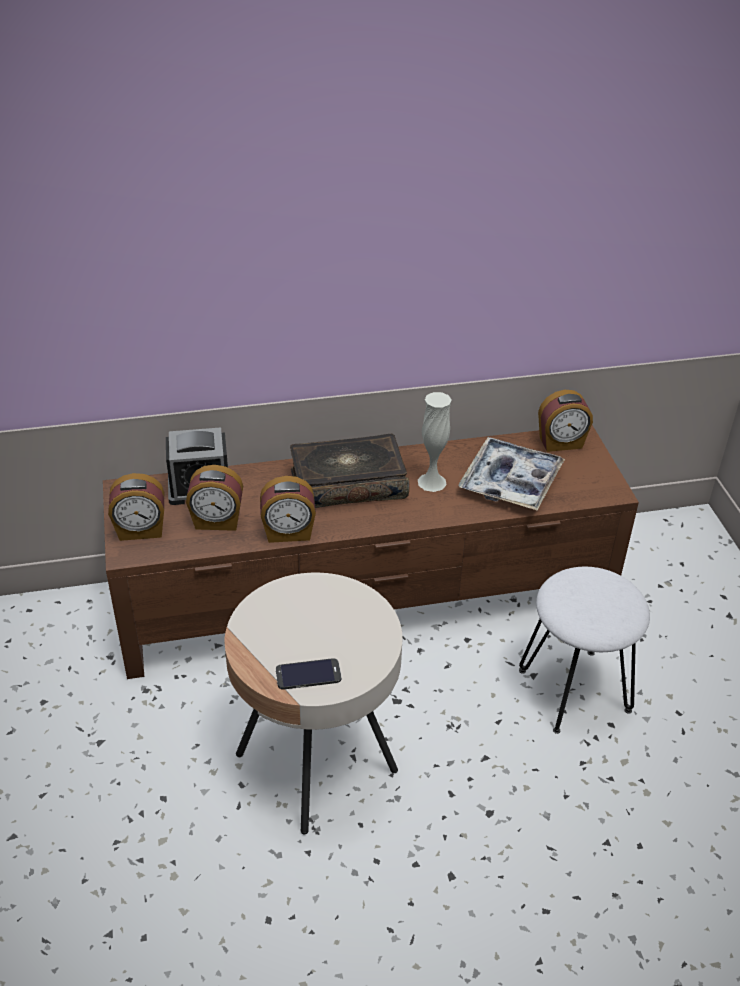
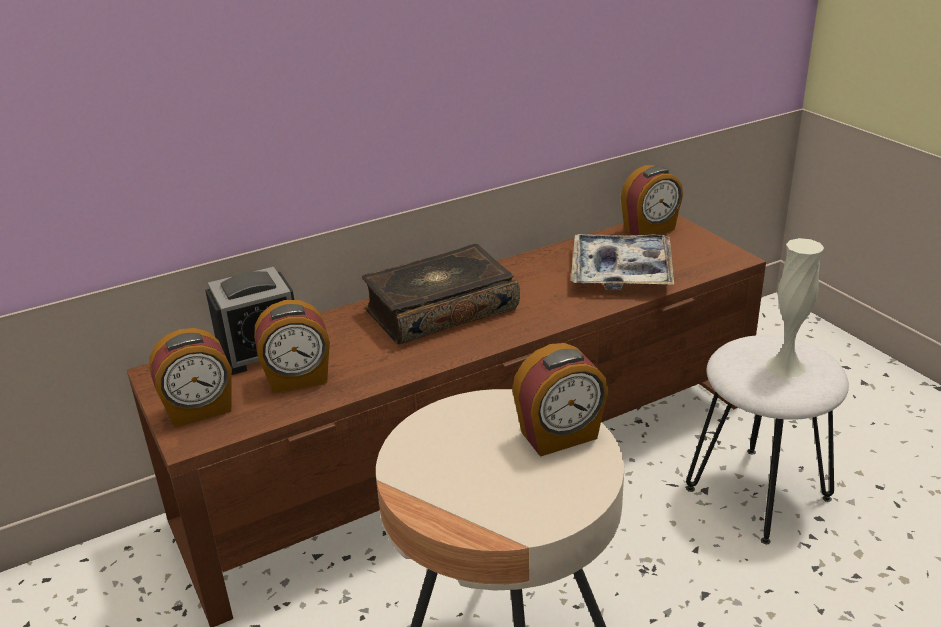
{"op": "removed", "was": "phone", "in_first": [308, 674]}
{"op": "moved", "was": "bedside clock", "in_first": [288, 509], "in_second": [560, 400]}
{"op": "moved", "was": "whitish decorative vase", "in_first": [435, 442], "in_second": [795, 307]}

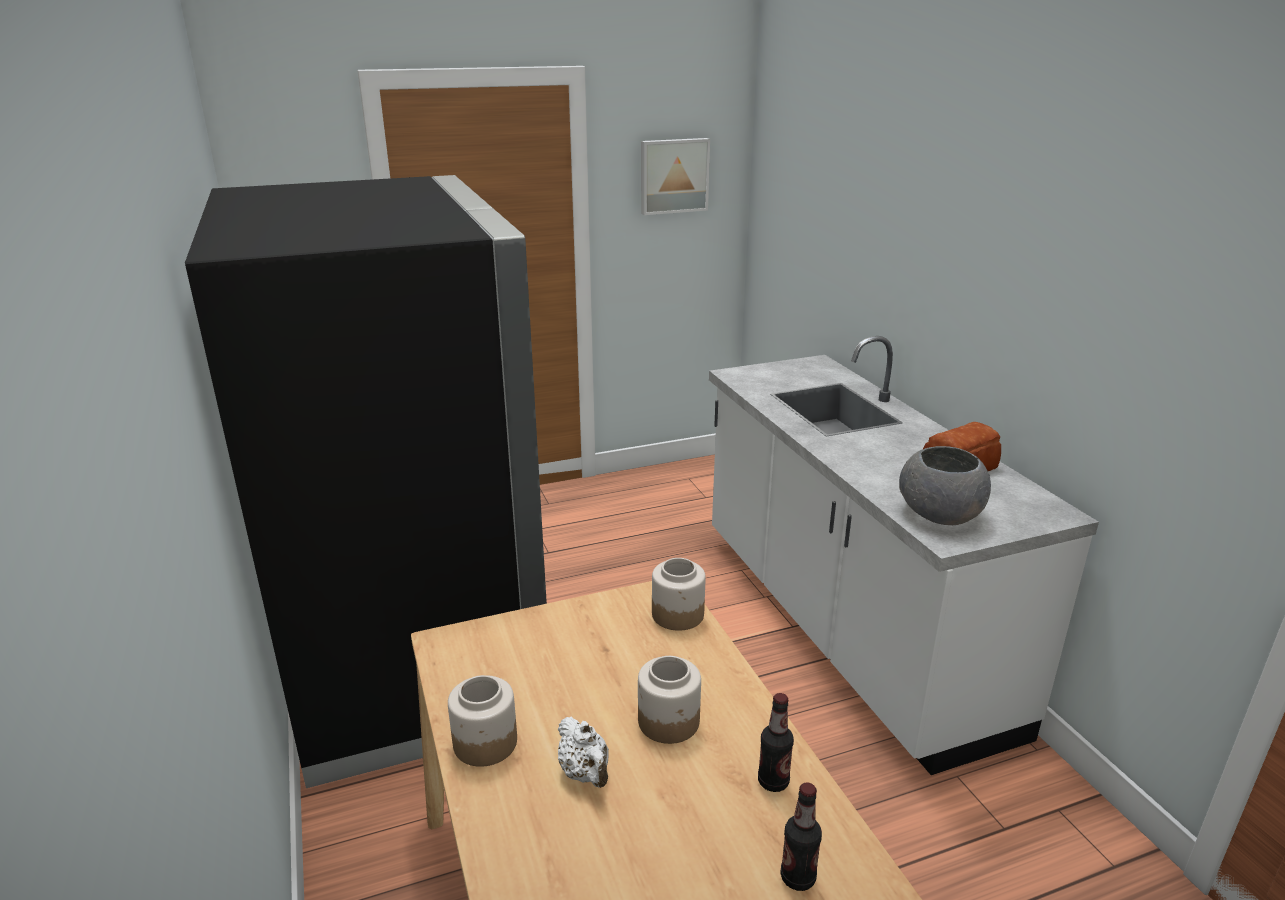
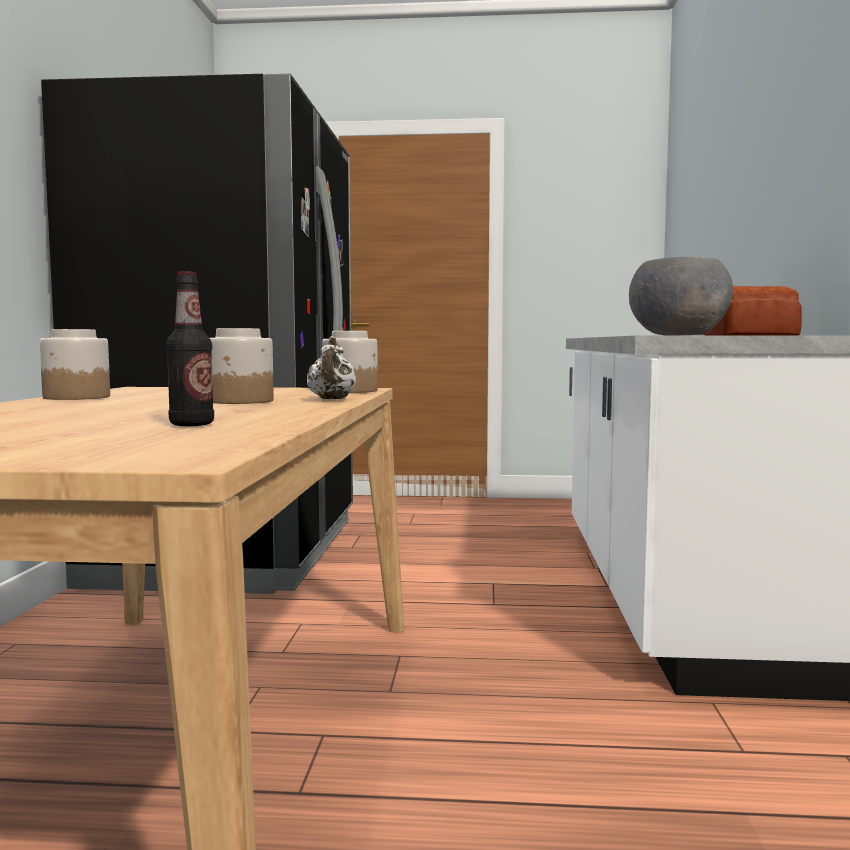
{"op": "removed", "was": "wall art", "in_first": [675, 176]}
{"op": "removed", "was": "bottle", "in_first": [776, 742]}
{"op": "moved", "was": "whitish tea pot", "in_first": [583, 752], "in_second": [331, 367]}

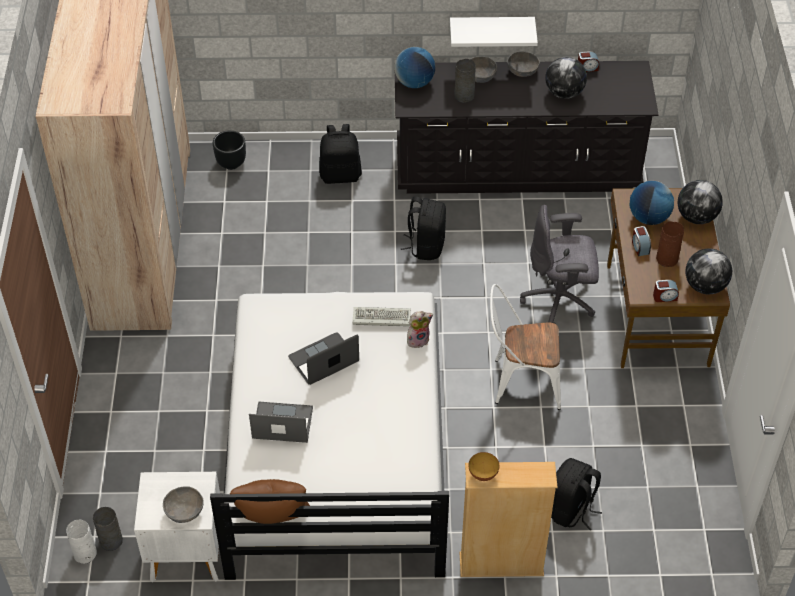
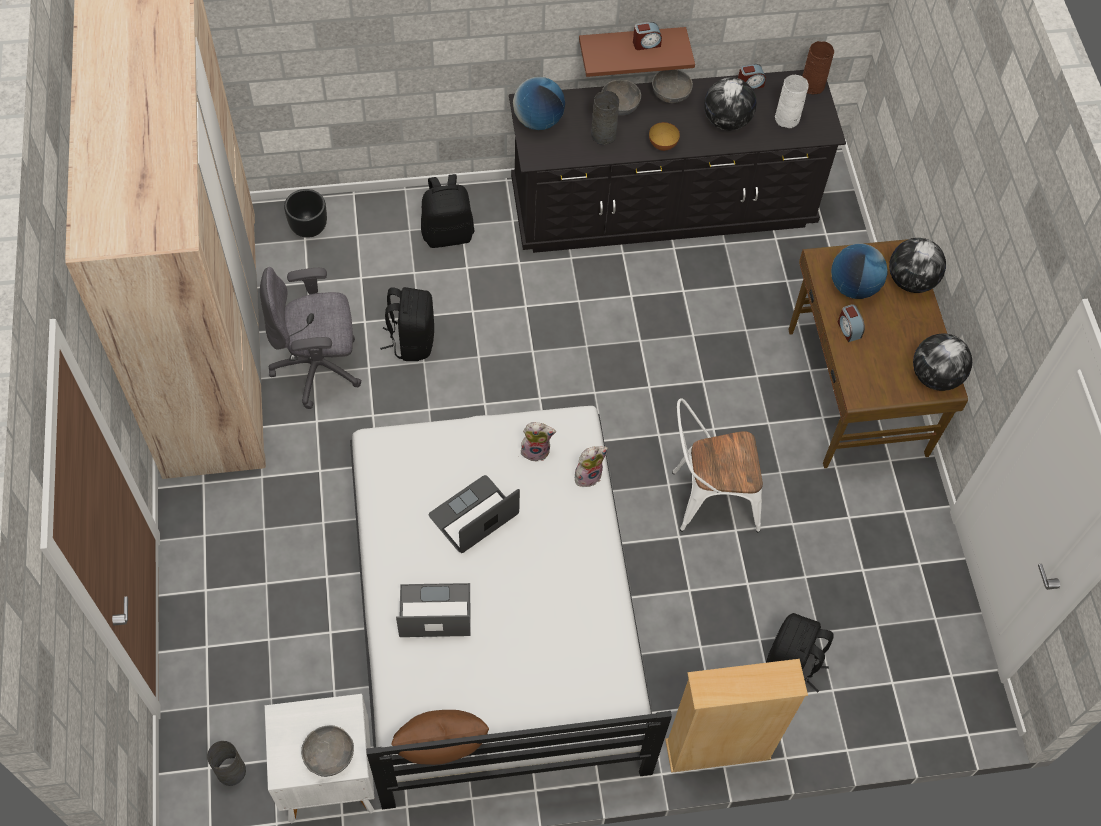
{"op": "moved", "was": "whitish decorative vase", "in_first": [81, 541], "in_second": [792, 101]}
{"op": "moved", "was": "blackish rucksack", "in_first": [423, 228], "in_second": [407, 324]}
{"op": "moved", "was": "deep dish", "in_first": [483, 466], "in_second": [664, 136]}
{"op": "moved", "was": "grey office chair", "in_first": [559, 265], "in_second": [311, 338]}
{"op": "moved", "was": "bedside clock", "in_first": [666, 291], "in_second": [647, 36]}
{"op": "moved", "was": "brownish decorative vase", "in_first": [670, 244], "in_second": [818, 68]}
{"op": "replaced", "was": "PC keyboard", "now": "cuddly toy", "in_first": [381, 317], "in_second": [538, 442]}
{"op": "recoloured", "was": "whitish shelf", "now": "brownish shelf", "in_first": [494, 32], "in_second": [637, 52]}

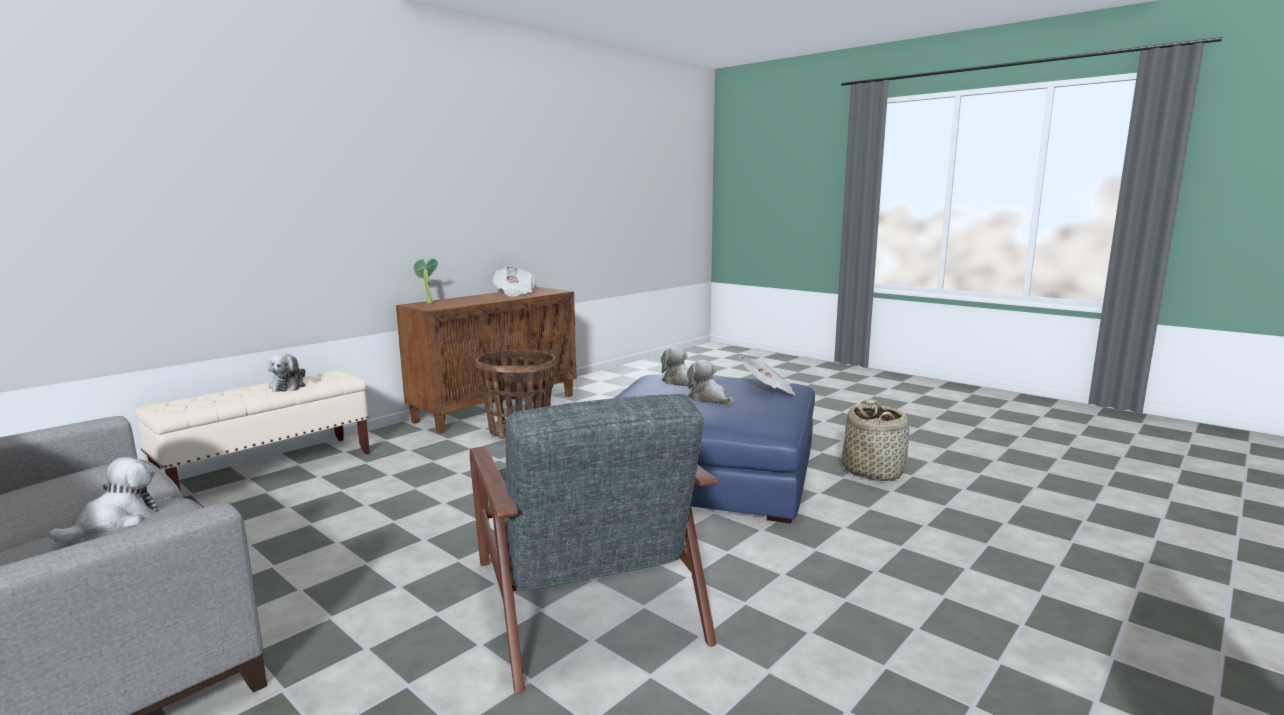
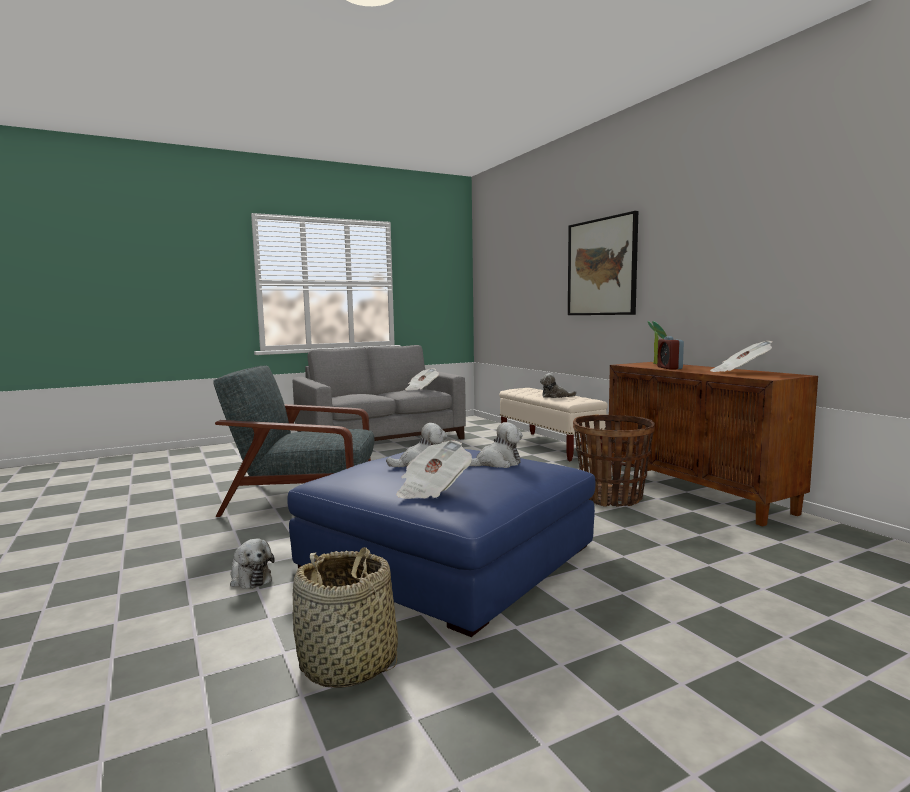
{"op": "added", "now": "newspaper", "in_second": [422, 379]}
{"op": "added", "now": "wall art", "in_second": [603, 263]}
{"op": "added", "now": "bedside clock", "in_second": [670, 353]}
{"op": "moved", "was": "cuddly toy", "in_first": [103, 500], "in_second": [252, 564]}

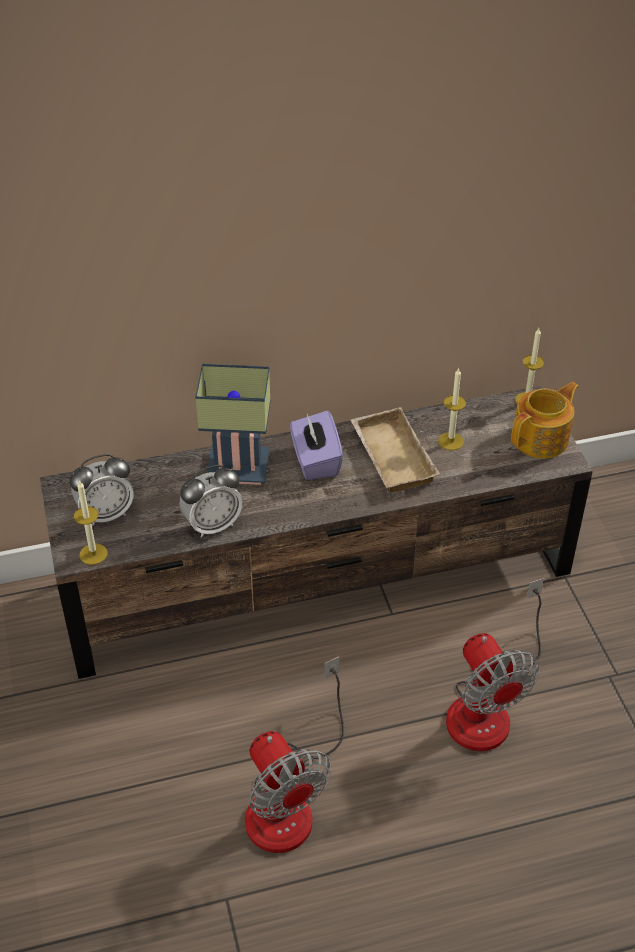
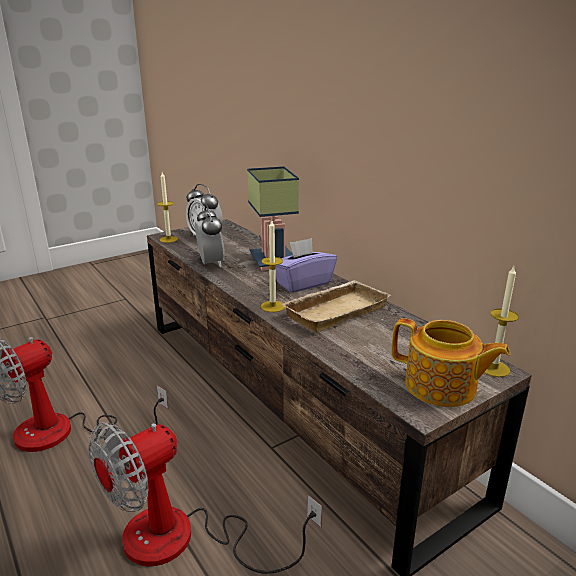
{"op": "moved", "was": "candle", "in_first": [452, 409], "in_second": [273, 266]}
{"op": "turned", "was": "bedside clock", "in_first": [211, 501], "in_second": [210, 235], "clockwise": -150}

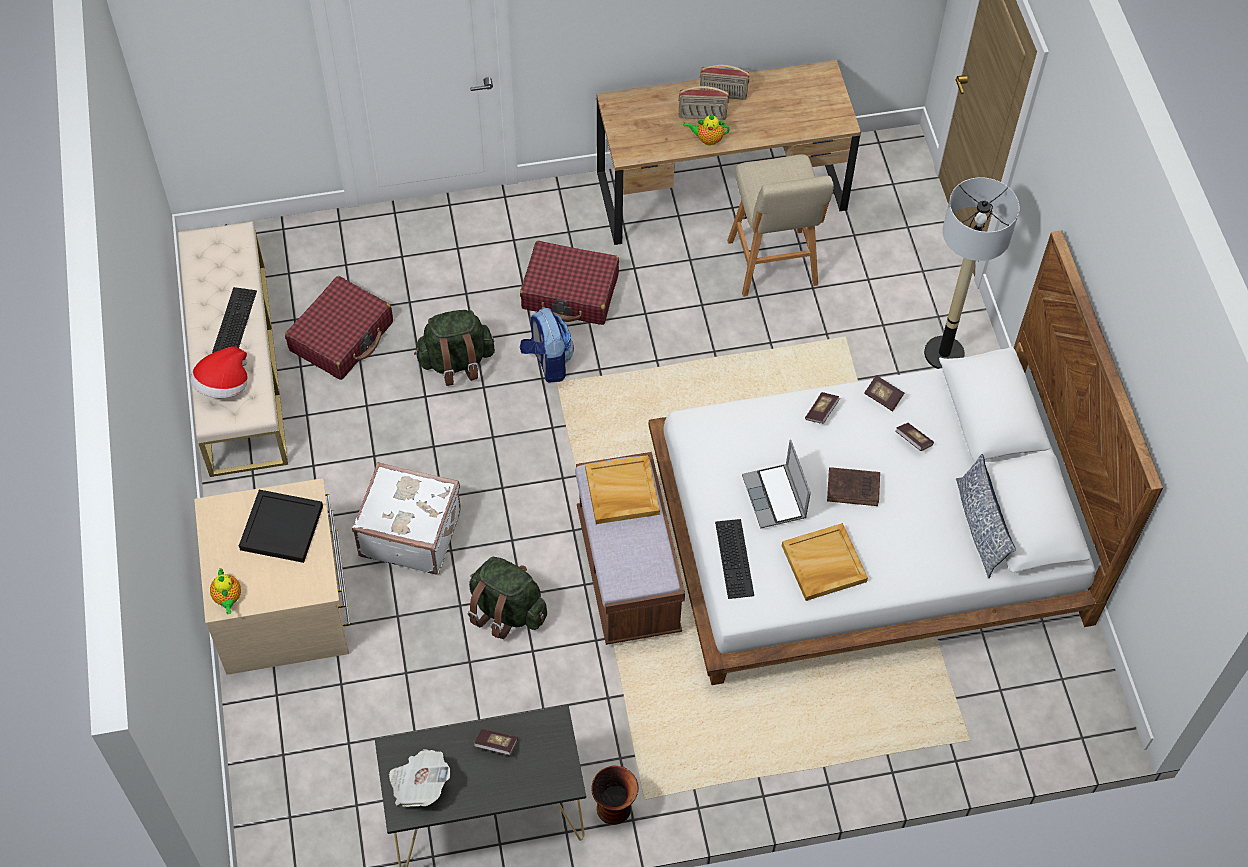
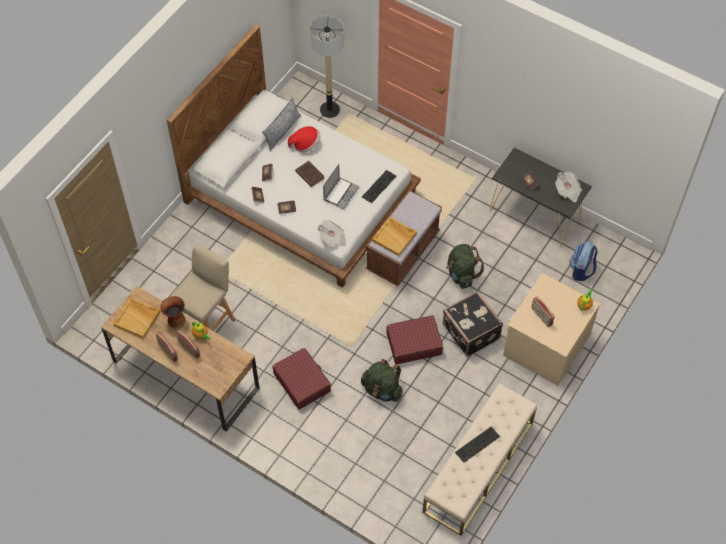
{"op": "added", "now": "newspaper", "in_second": [332, 233]}
{"op": "moved", "was": "wearable hat", "in_first": [219, 372], "in_second": [304, 139]}
{"op": "moved", "was": "red suitcase", "in_first": [339, 328], "in_second": [414, 339]}
{"op": "moved", "was": "rucksack", "in_first": [547, 345], "in_second": [584, 261]}
{"op": "moved", "was": "decorative vase", "in_first": [615, 795], "in_second": [173, 312]}
{"op": "moved", "was": "beige-coloured tray", "in_first": [825, 562], "in_second": [137, 318]}
{"op": "moved", "was": "floor lamp", "in_first": [972, 273], "in_second": [327, 67]}
{"op": "replaced", "was": "blackish tray", "now": "radio", "in_first": [281, 526], "in_second": [543, 311]}
{"op": "recoloured", "was": "whitish suitcase", "now": "blackish suitcase", "in_first": [406, 518], "in_second": [473, 324]}

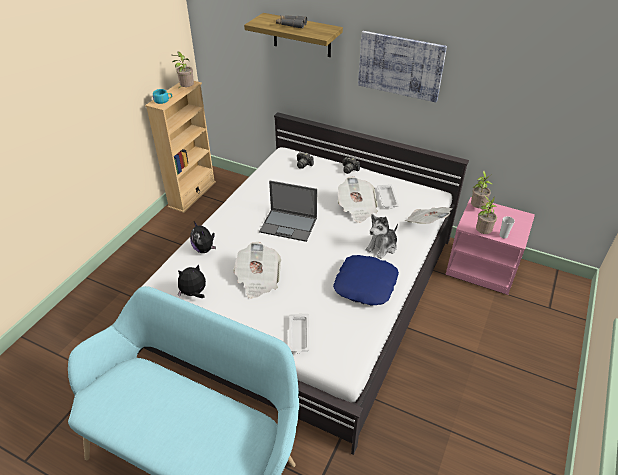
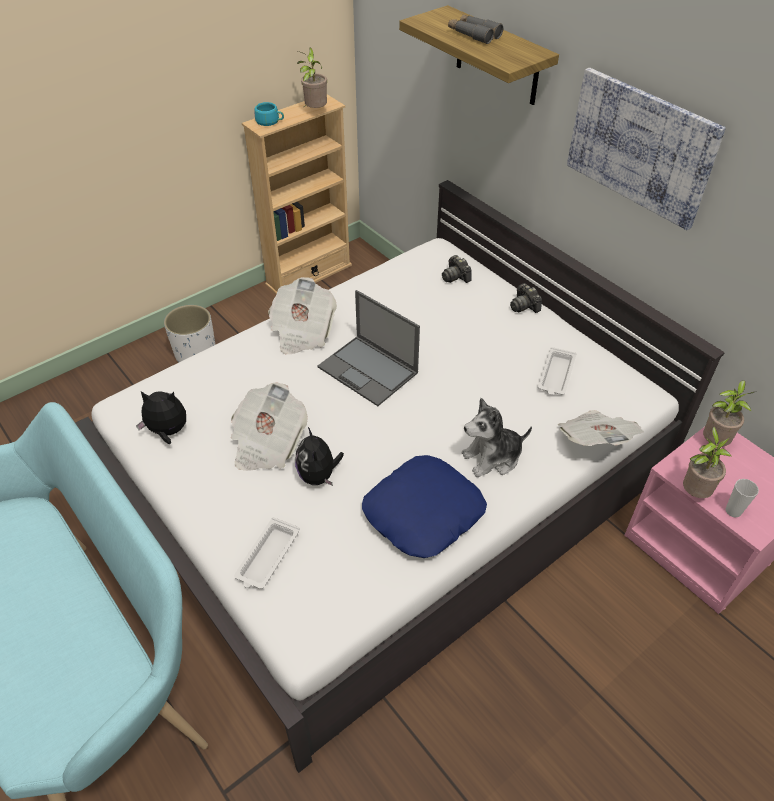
{"op": "added", "now": "whitish planter", "in_second": [189, 334]}
{"op": "moved", "was": "cuddly toy", "in_first": [203, 237], "in_second": [319, 456]}
{"op": "moved", "was": "newspaper", "in_first": [358, 199], "in_second": [302, 315]}

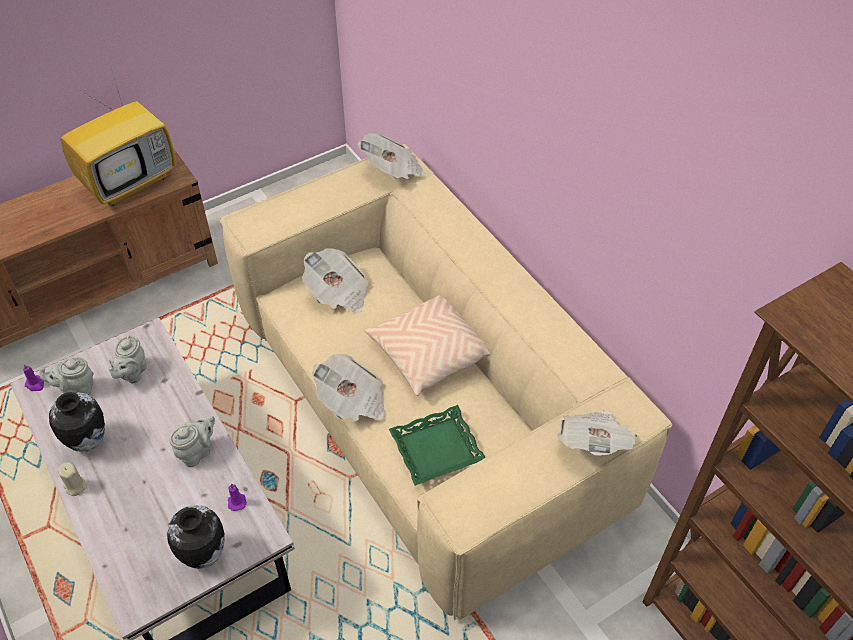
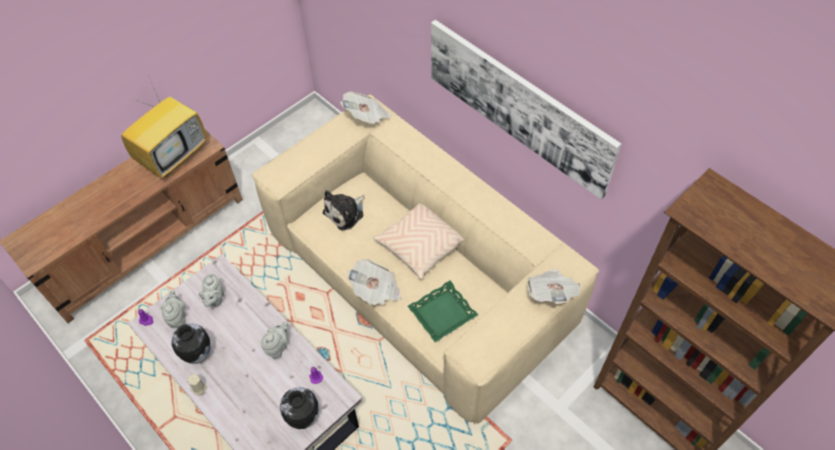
{"op": "added", "now": "wall art", "in_second": [526, 110]}
{"op": "replaced", "was": "newspaper", "now": "cuddly toy", "in_first": [335, 280], "in_second": [344, 210]}
{"op": "turned", "was": "grey tea pot", "in_first": [66, 376], "in_second": [173, 309], "clockwise": 105}

